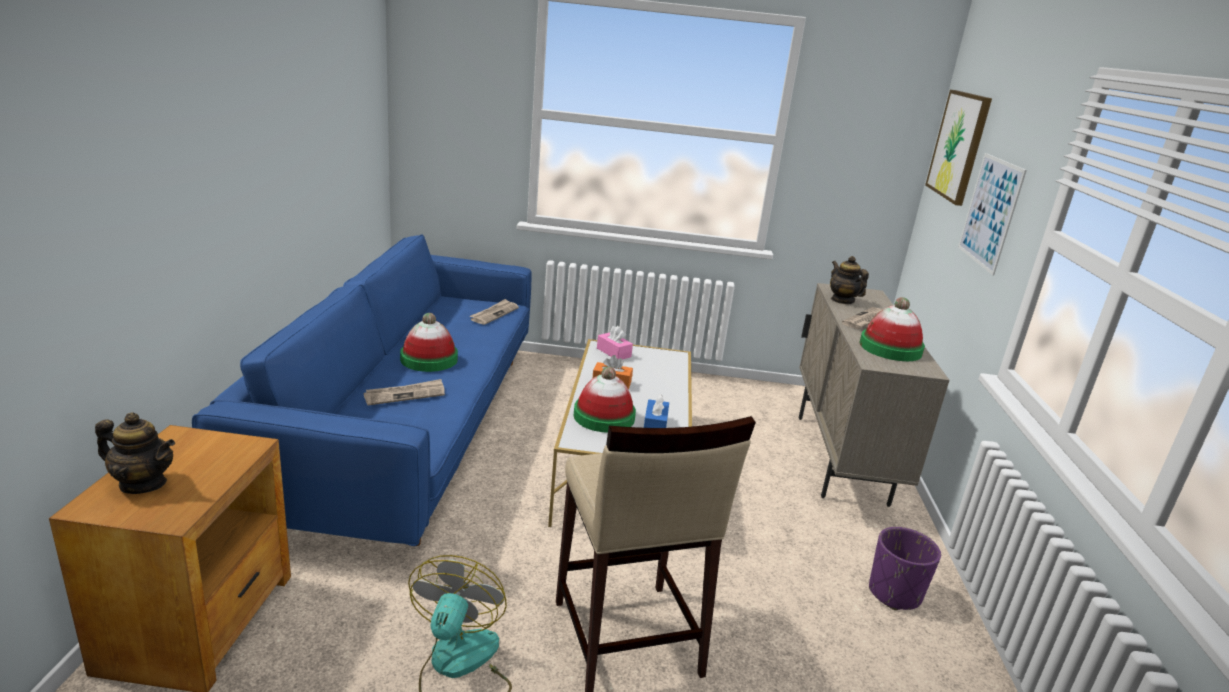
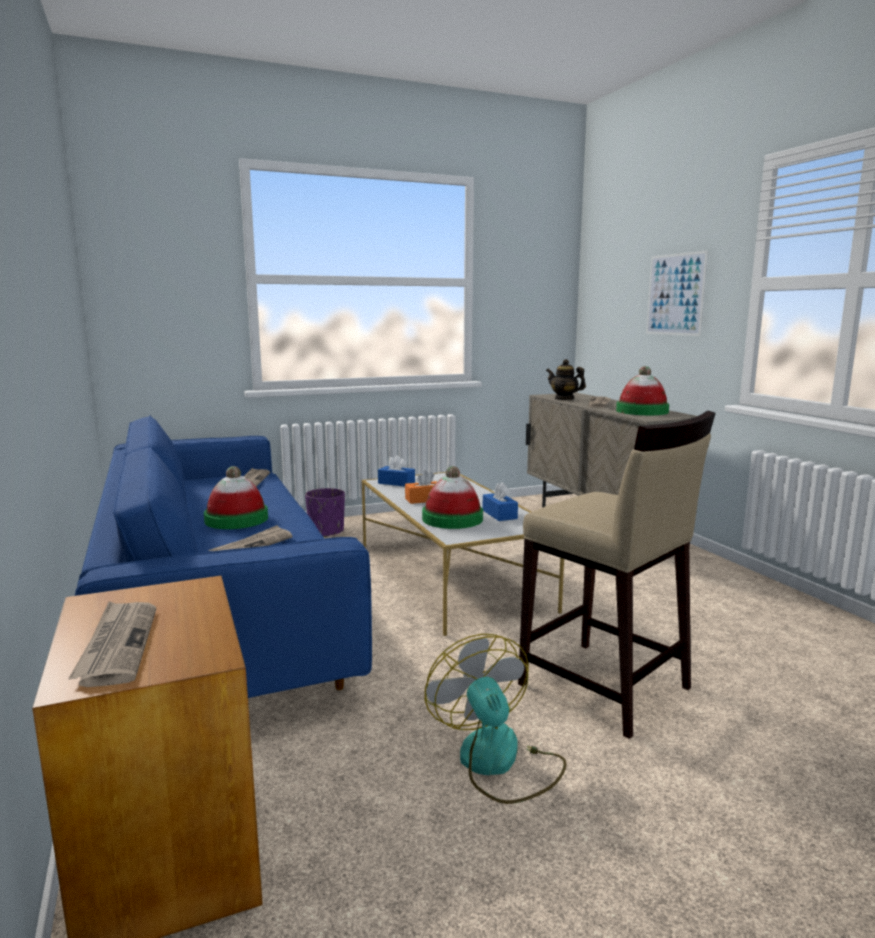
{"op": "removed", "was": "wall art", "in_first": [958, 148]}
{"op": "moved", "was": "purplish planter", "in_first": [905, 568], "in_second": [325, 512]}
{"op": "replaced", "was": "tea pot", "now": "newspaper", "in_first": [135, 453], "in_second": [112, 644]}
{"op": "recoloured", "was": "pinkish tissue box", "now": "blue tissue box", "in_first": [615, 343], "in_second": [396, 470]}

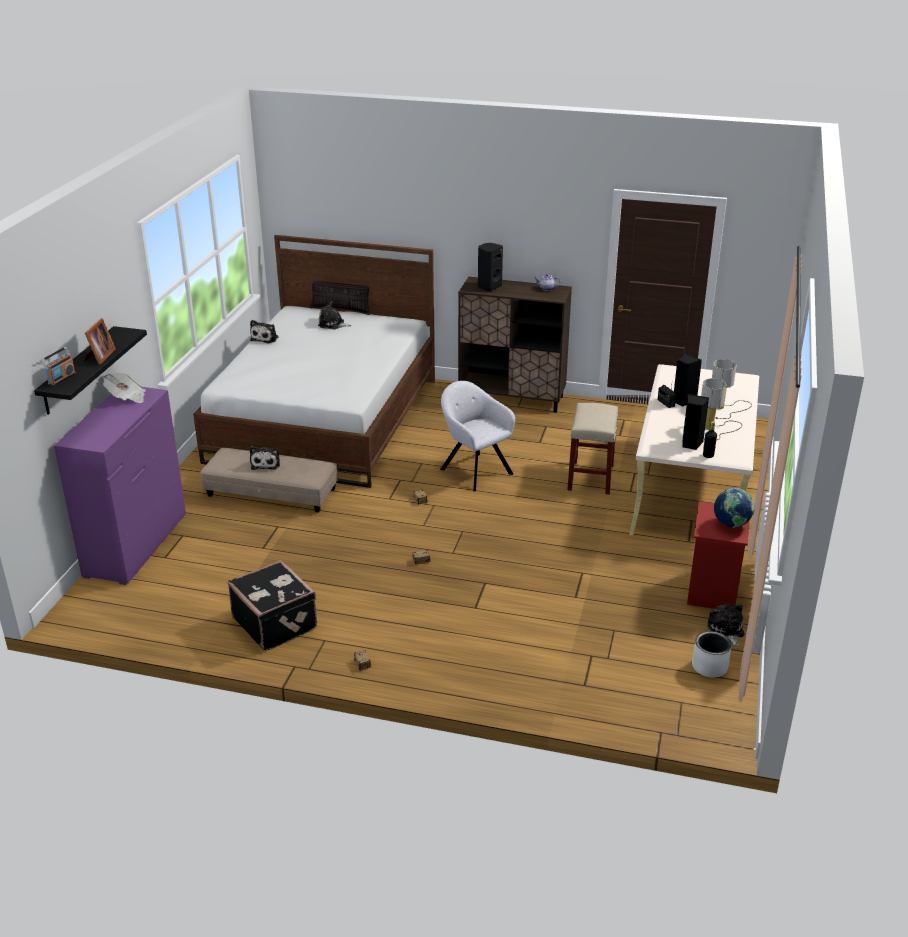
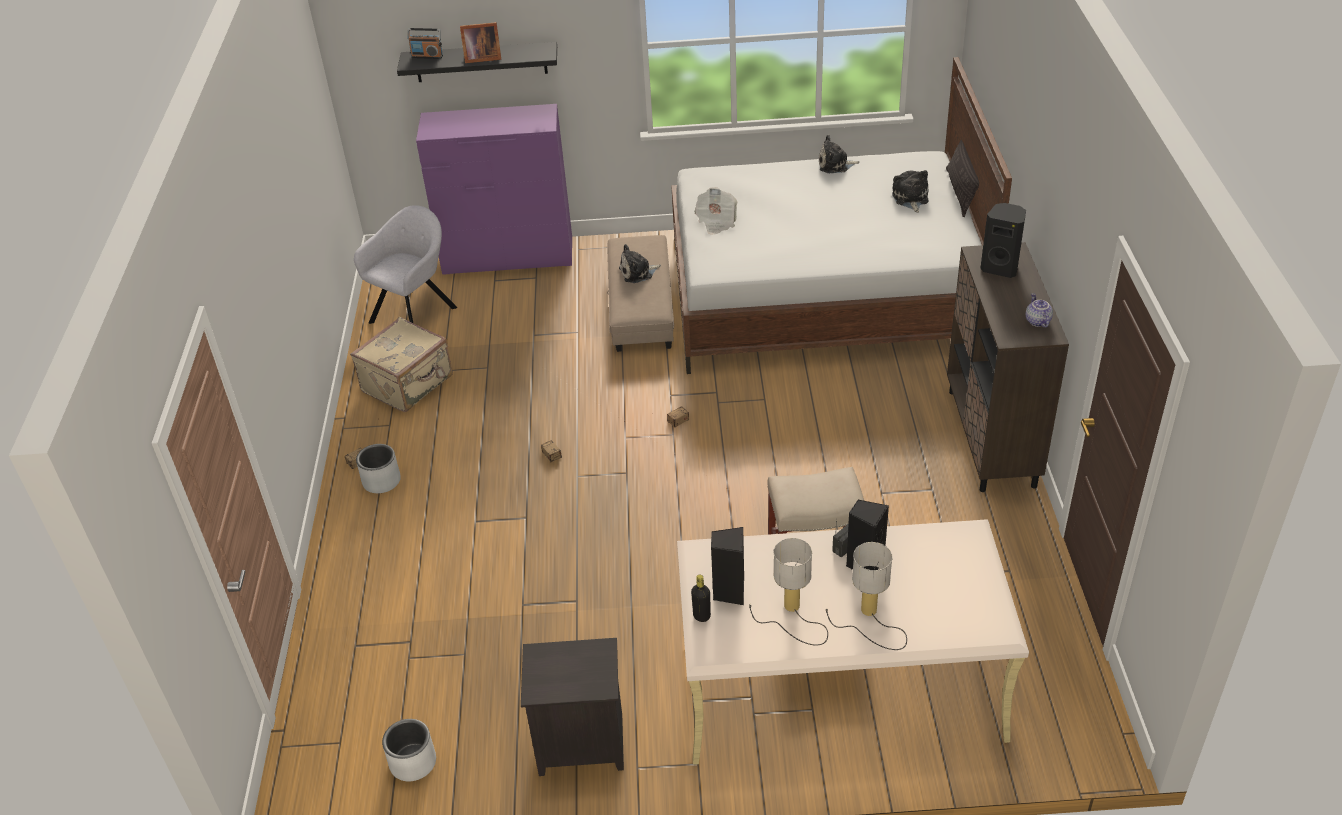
{"op": "removed", "was": "cuddly toy", "in_first": [726, 625]}
{"op": "removed", "was": "globe", "in_first": [734, 508]}
{"op": "added", "now": "grey planter", "in_second": [378, 468]}
{"op": "moved", "was": "newspaper", "in_first": [124, 388], "in_second": [715, 211]}
{"op": "moved", "was": "grey easy chair", "in_first": [477, 436], "in_second": [405, 264]}
{"op": "recoloured", "was": "blackish suitcase", "now": "beige-coloured suitcase", "in_first": [272, 605], "in_second": [401, 364]}
{"op": "recoloured", "was": "red night table", "now": "blackish night table", "in_first": [718, 555], "in_second": [572, 707]}

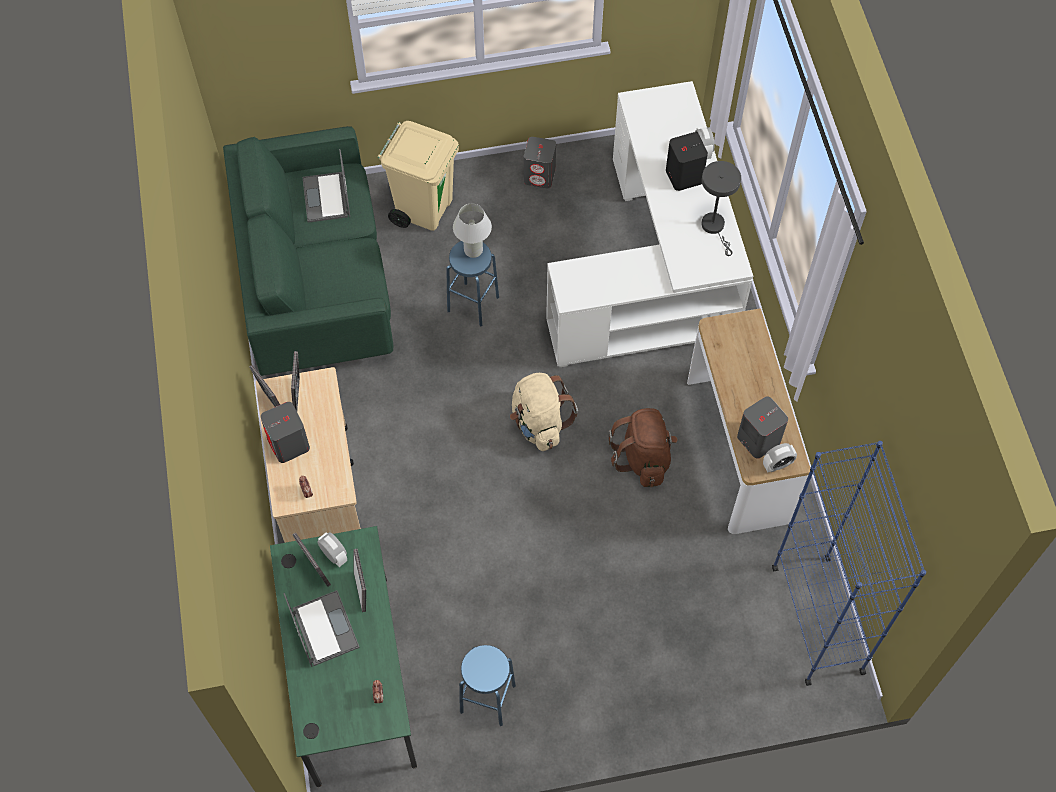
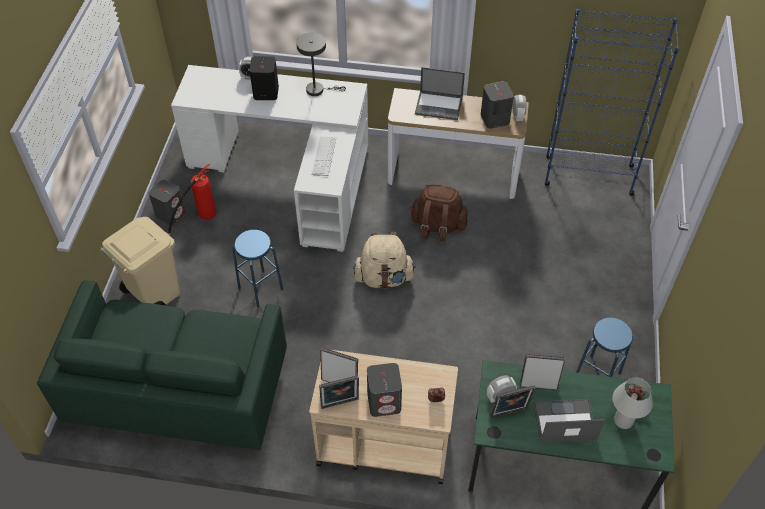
{"op": "added", "now": "fire extinguisher", "in_second": [192, 199]}
{"op": "added", "now": "PC keyboard", "in_second": [323, 156]}
{"op": "moved", "was": "portable computer", "in_first": [326, 186], "in_second": [440, 93]}
{"op": "moved", "was": "whitish tabletop lamp", "in_first": [472, 231], "in_second": [633, 403]}

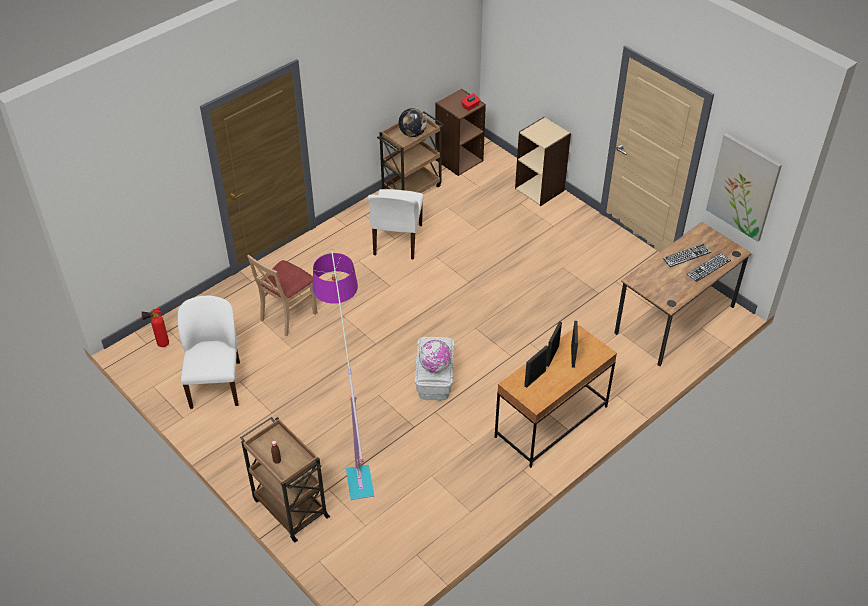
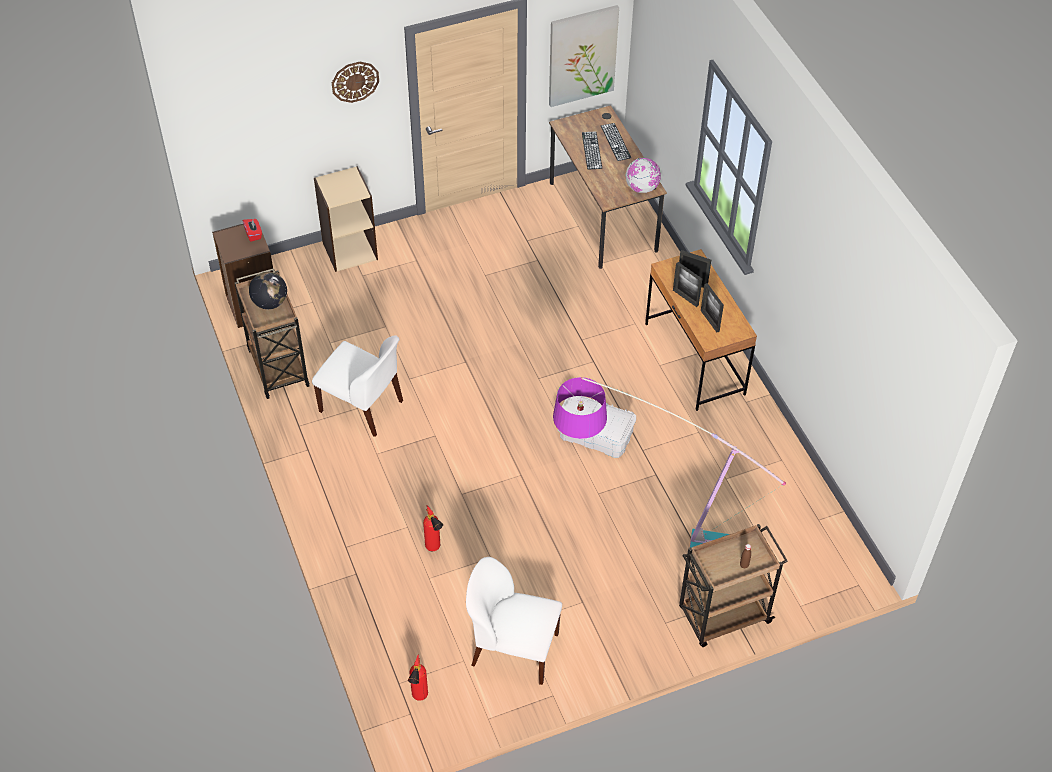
{"op": "added", "now": "wall clock", "in_second": [355, 82]}
{"op": "moved", "was": "globe", "in_first": [435, 356], "in_second": [643, 175]}
{"op": "replaced", "was": "beige-coloured plain chair", "now": "fire extinguisher", "in_first": [282, 295], "in_second": [433, 528]}

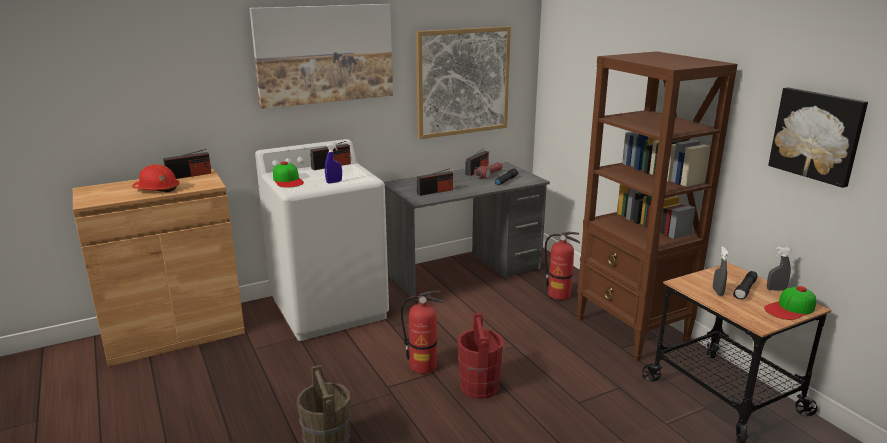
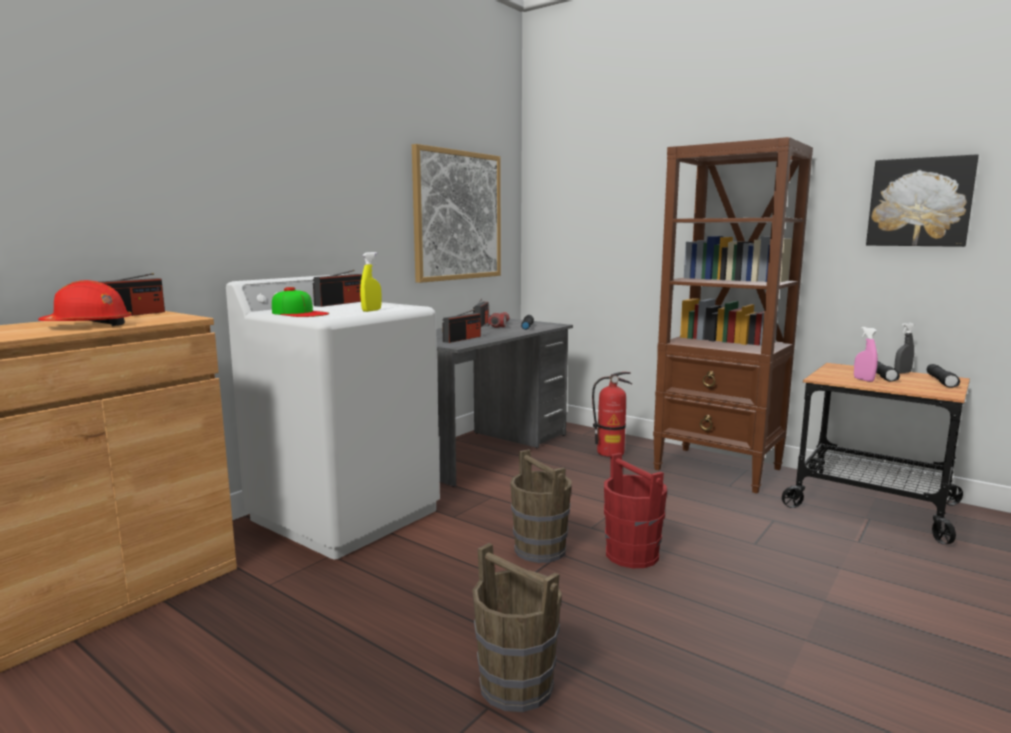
{"op": "removed", "was": "wall art", "in_first": [321, 56]}
{"op": "replaced", "was": "fire extinguisher", "now": "brownish water bucket", "in_first": [422, 332], "in_second": [541, 506]}
{"op": "replaced", "was": "cap", "now": "blackish flashlight", "in_first": [790, 303], "in_second": [943, 376]}
{"op": "recoloured", "was": "blue sprayer", "now": "yellow sprayer", "in_first": [333, 163], "in_second": [371, 282]}
{"op": "recoloured", "was": "grey sprayer", "now": "pinkish sprayer", "in_first": [721, 271], "in_second": [866, 354]}

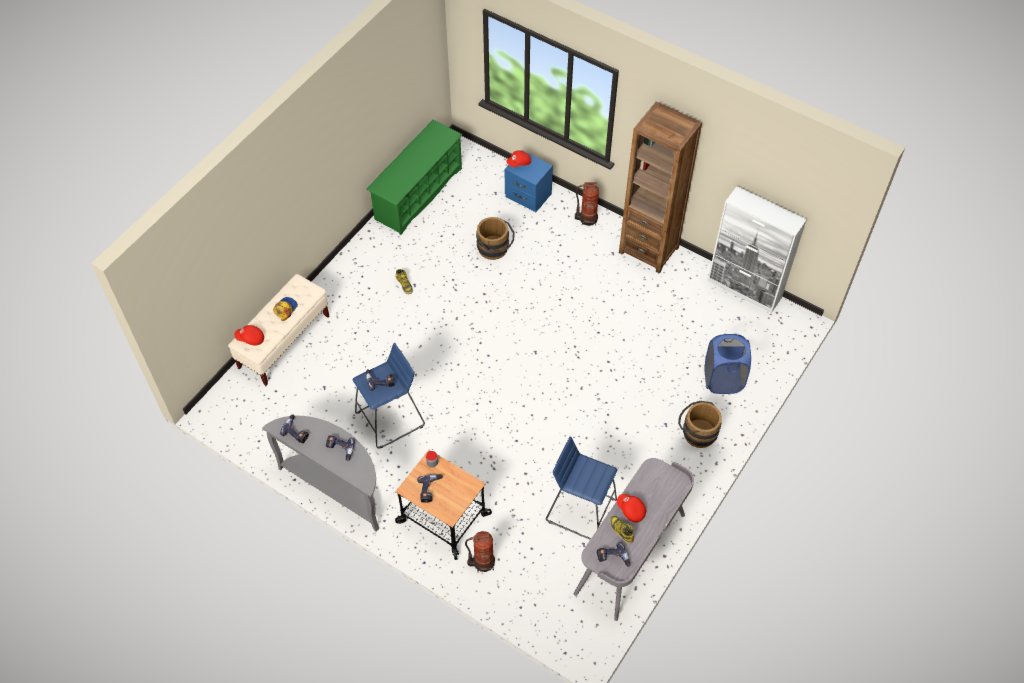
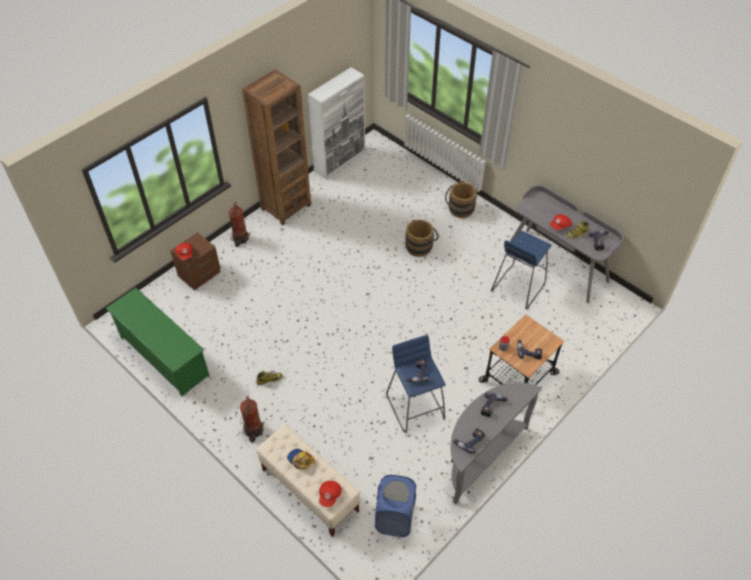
{"op": "moved", "was": "fire extinguisher", "in_first": [480, 551], "in_second": [252, 419]}
{"op": "moved", "was": "brownish water bucket", "in_first": [495, 238], "in_second": [422, 238]}
{"op": "moved", "was": "blue laundry basket", "in_first": [728, 364], "in_second": [395, 506]}
{"op": "recoloured", "was": "blue night table", "now": "brownish night table", "in_first": [529, 181], "in_second": [195, 261]}

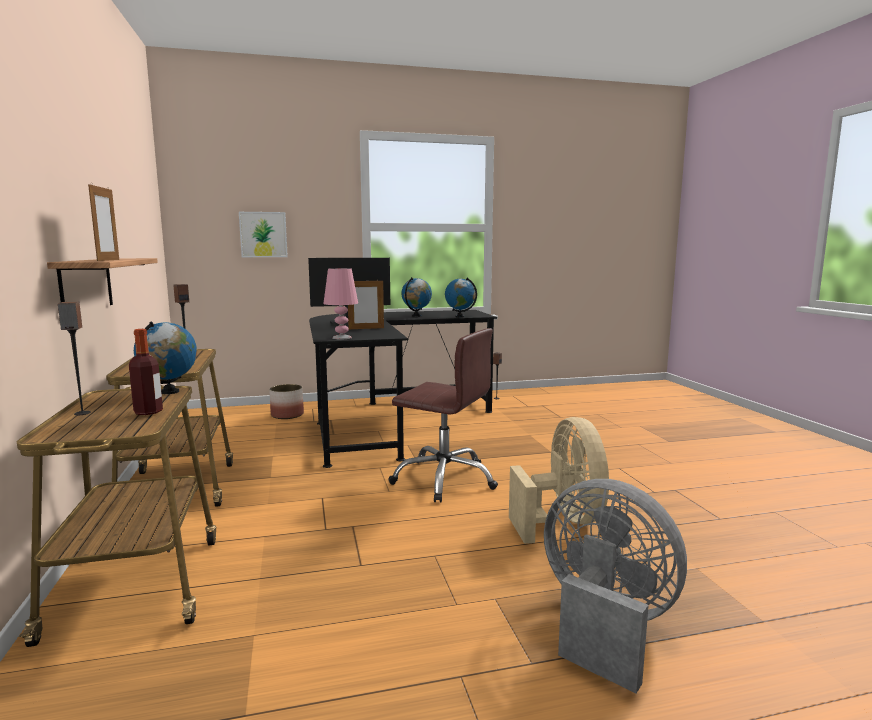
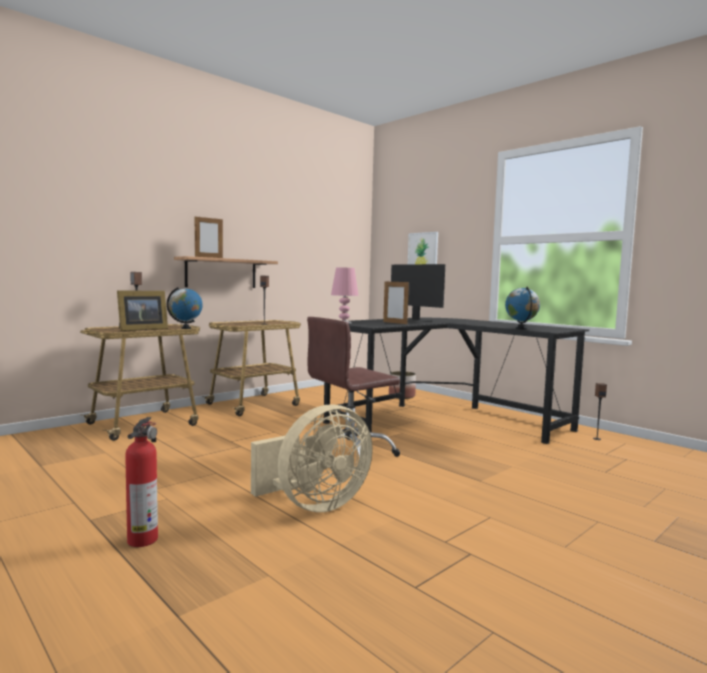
{"op": "removed", "was": "globe", "in_first": [417, 297]}
{"op": "replaced", "was": "bottle", "now": "photo frame", "in_first": [146, 372], "in_second": [142, 310]}
{"op": "replaced", "was": "grey cooling fan", "now": "fire extinguisher", "in_first": [615, 586], "in_second": [141, 482]}
{"op": "turned", "was": "brownish office chair", "in_first": [443, 415], "in_second": [353, 387], "clockwise": 60}

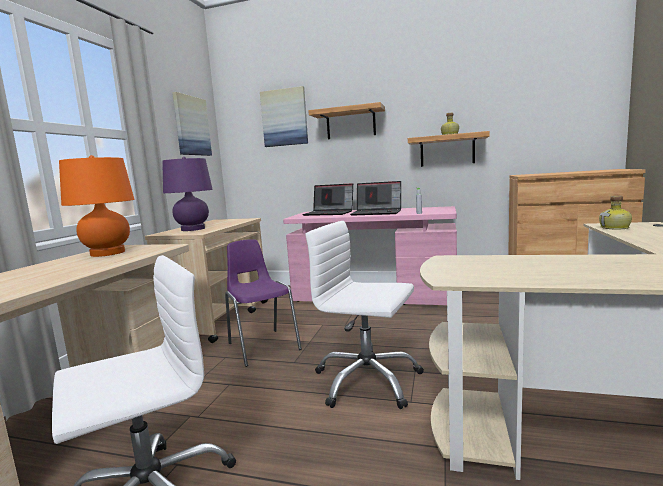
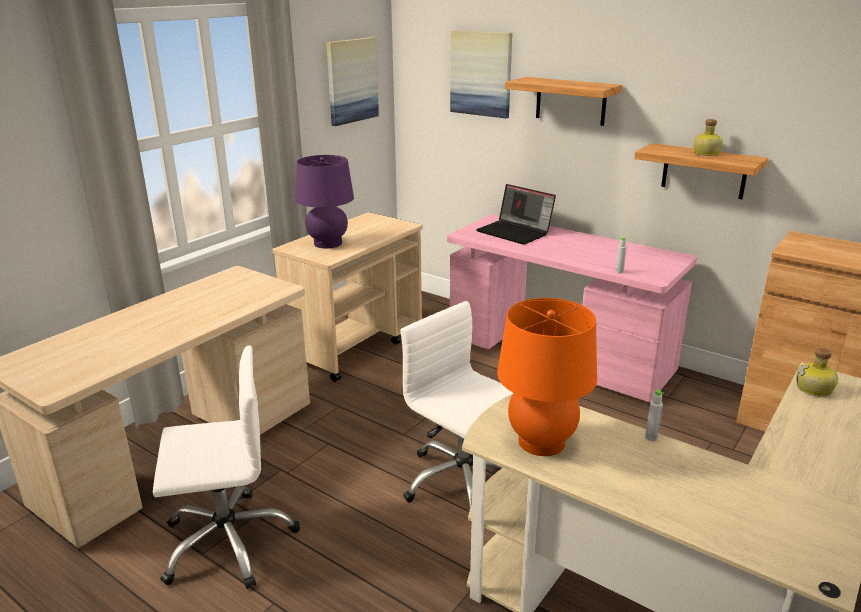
{"op": "removed", "was": "purplish plain chair", "in_first": [263, 303]}
{"op": "removed", "was": "portable computer", "in_first": [375, 198]}
{"op": "added", "now": "grey bottle", "in_second": [654, 415]}
{"op": "moved", "was": "orange-coloured tabletop lamp", "in_first": [96, 206], "in_second": [547, 377]}

